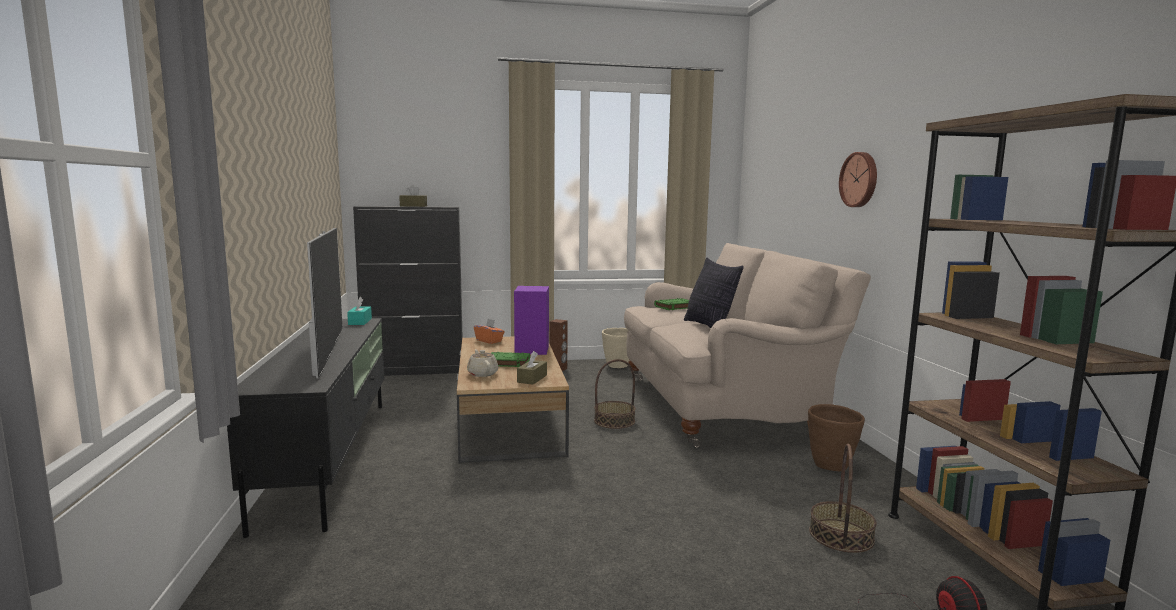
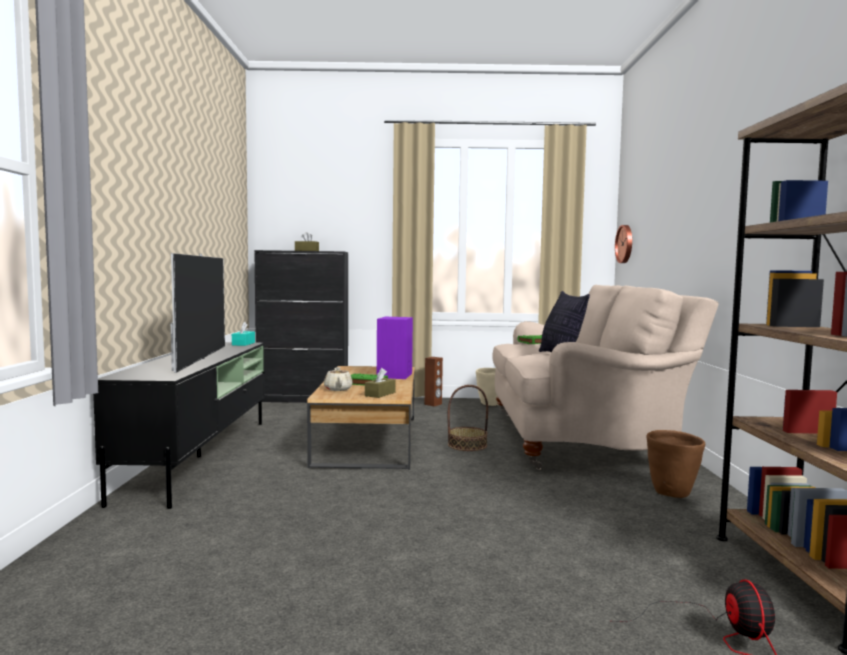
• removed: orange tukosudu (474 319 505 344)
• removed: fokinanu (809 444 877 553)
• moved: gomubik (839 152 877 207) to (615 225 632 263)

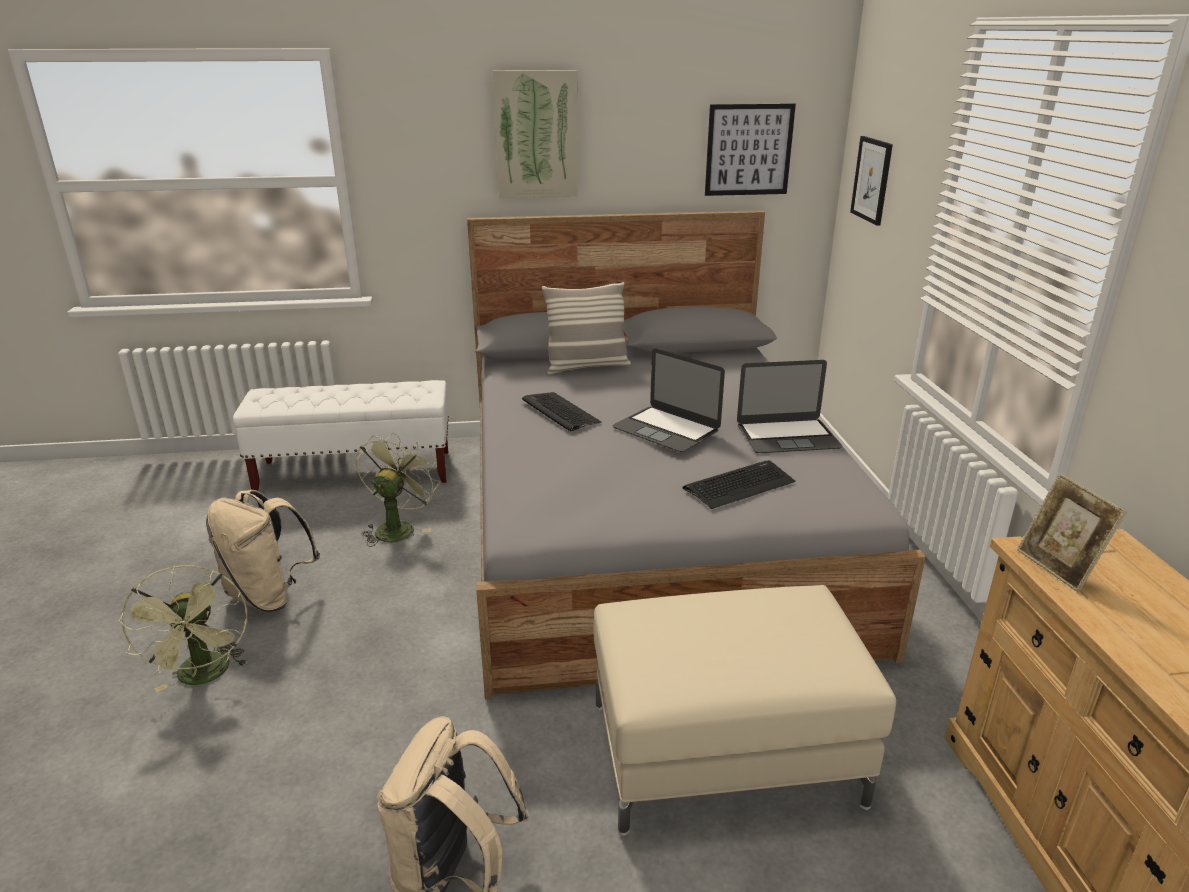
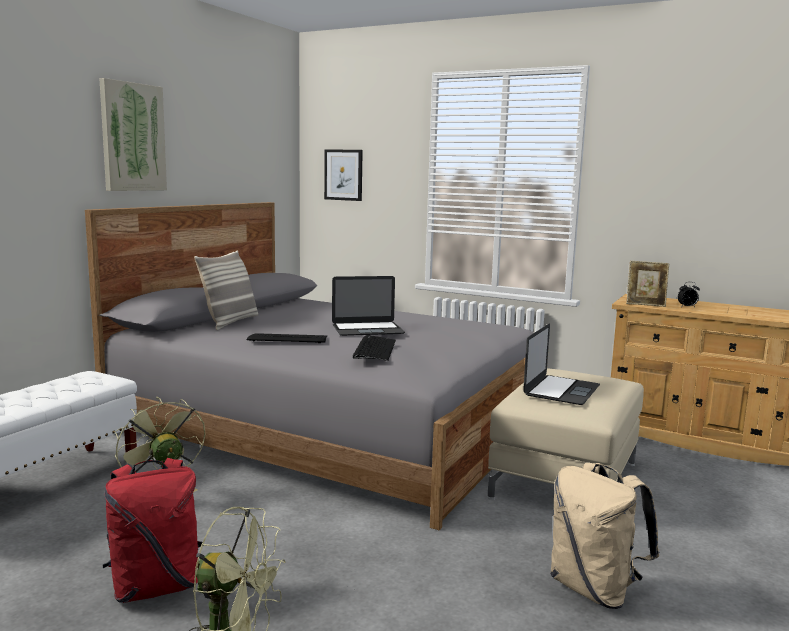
• recoloured: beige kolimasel (206 490 320 612) to red kolimasel (103 458 202 603)
• moved: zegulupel (683 460 795 509) to (353 335 396 361)
• removed: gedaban (705 104 796 196)
• moved: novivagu (737 360 843 453) to (523 324 600 405)
• added: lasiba (678 282 700 307)

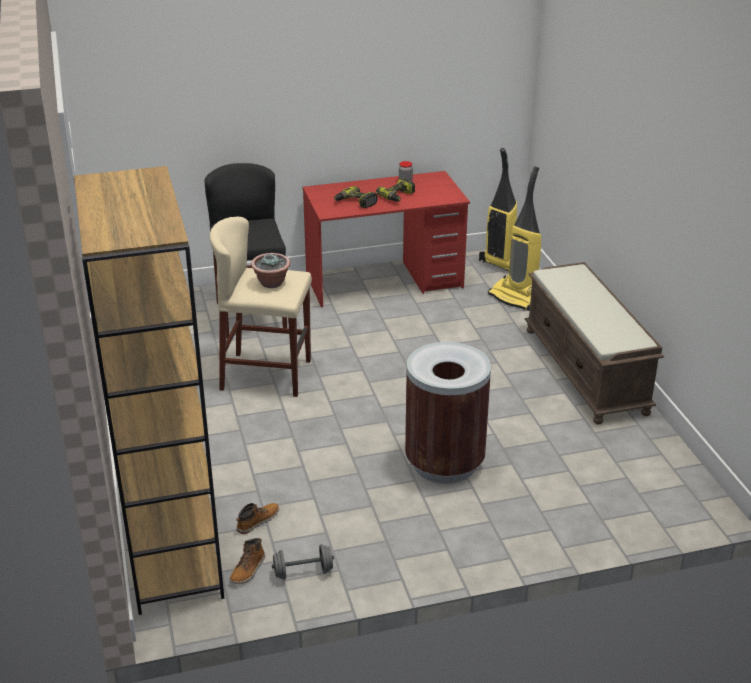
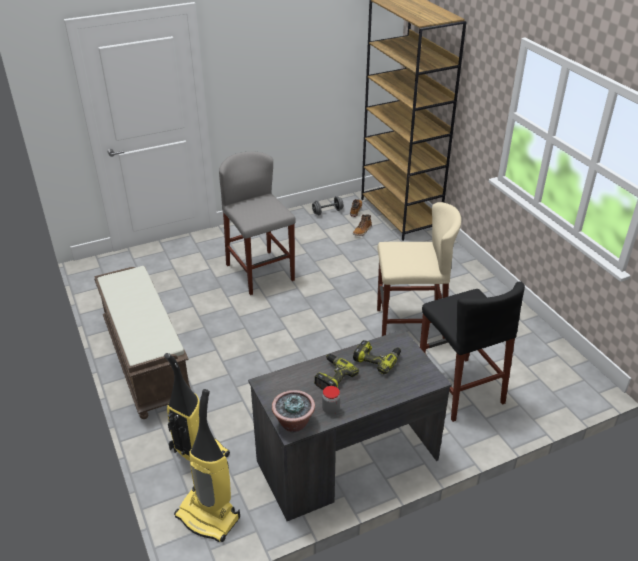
• moved: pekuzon (251 253 290 288) to (272 390 315 432)
• recoloured: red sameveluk (303 171 470 308) to grey sameveluk (248 329 452 521)
• replaced: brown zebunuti (405 342 491 484) to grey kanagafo (219 151 296 295)

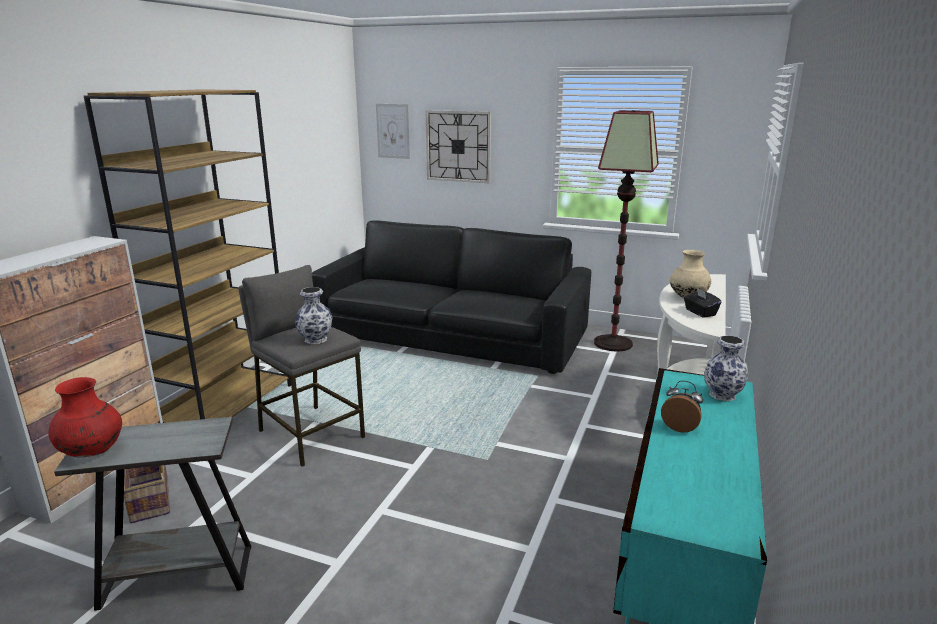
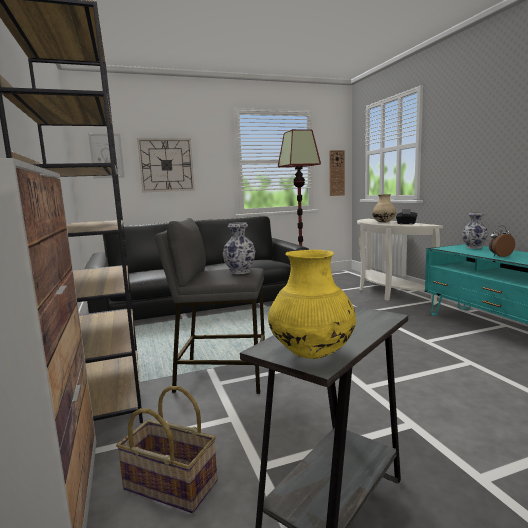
• recoloured: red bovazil (49 377 122 457) to yellow bovazil (268 250 356 359)
• added: gomubik (329 150 345 196)

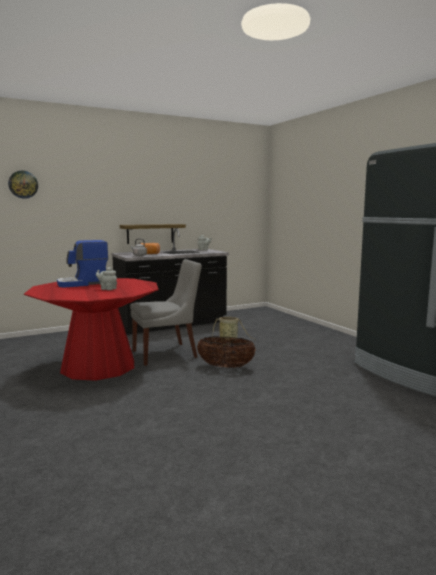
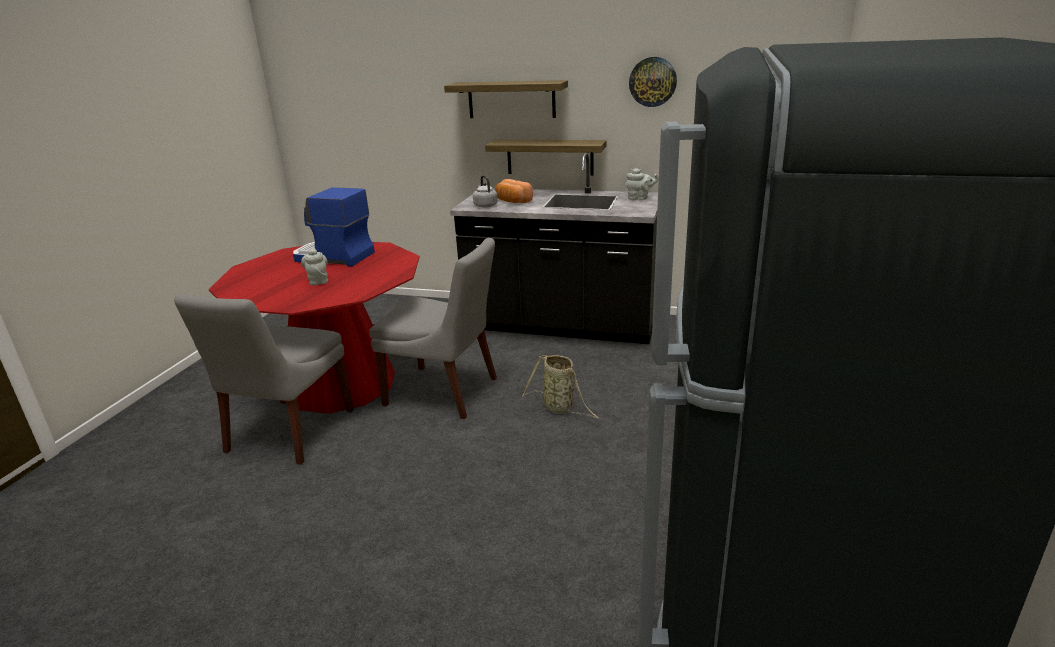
• moved: gomubik (8 171 38 199) to (629 57 677 107)
• removed: fokinanu (197 336 256 368)
• added: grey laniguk (174 294 354 465)
• added: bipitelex (444 80 568 118)

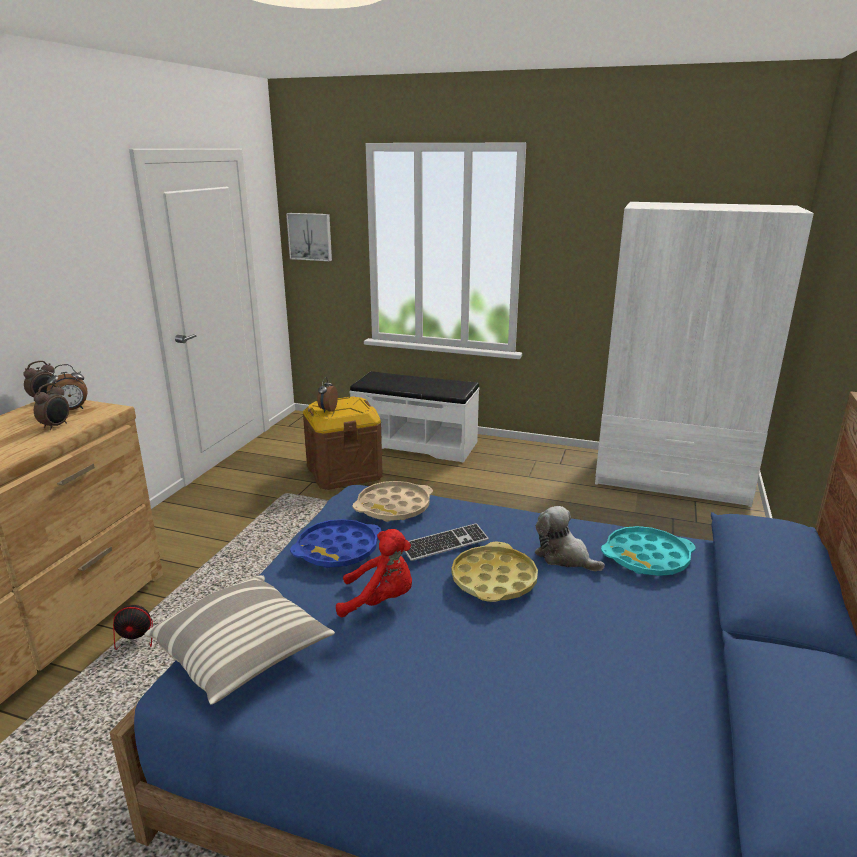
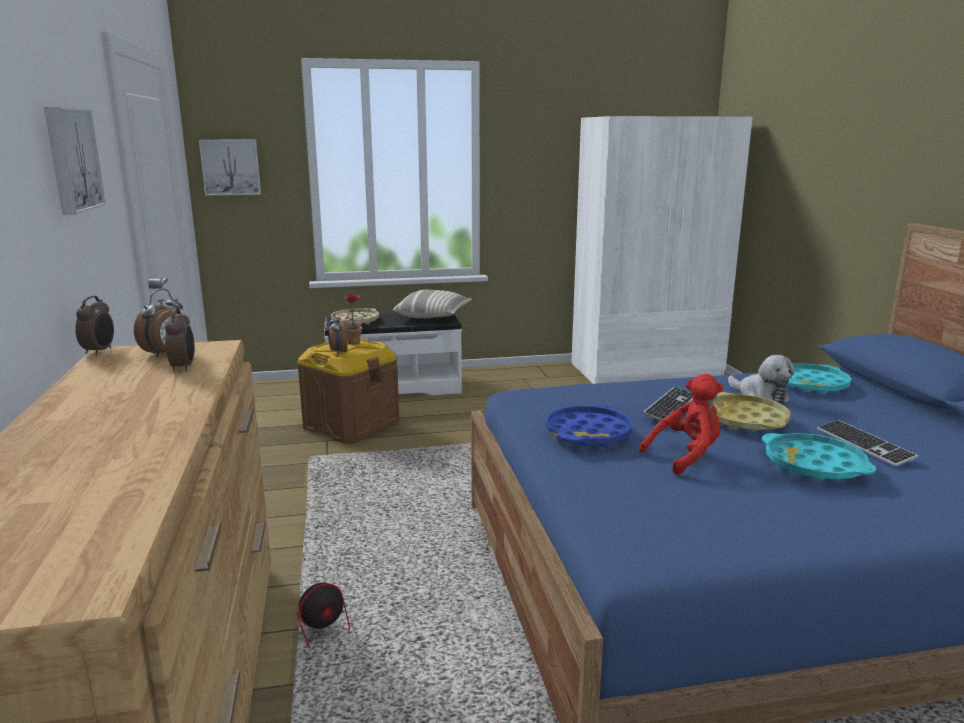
• moved: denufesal (145 575 335 705) to (393 290 472 318)
• moved: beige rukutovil (353 481 433 522) to (331 308 379 326)
• turned: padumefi (535 506 605 572) = (728 355 795 404) 135 degrees counterclockwise
• added: gedaban (44 107 106 215)
• added: pekuzon (336 294 371 345)
• added: turquoise rukutovil (762 433 876 481)
• added: zegulupel (817 420 918 466)

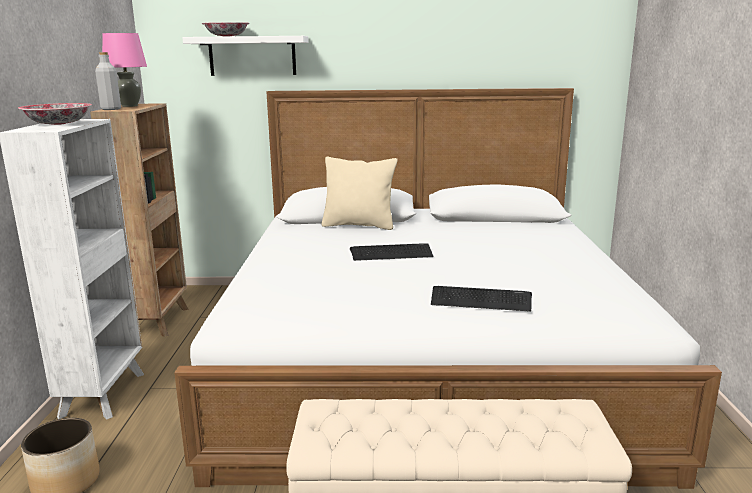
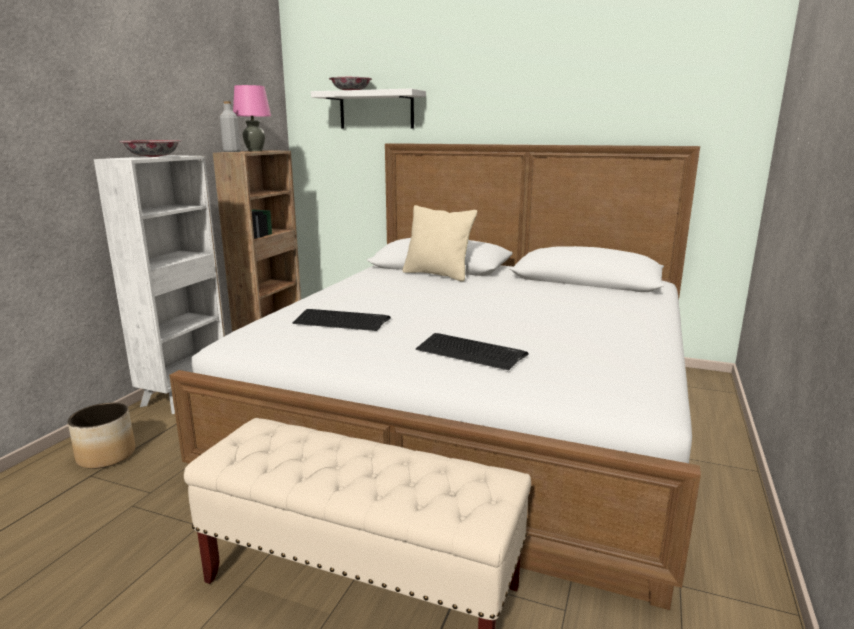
• moved: zegulupel (350 243 433 261) to (293 309 391 331)

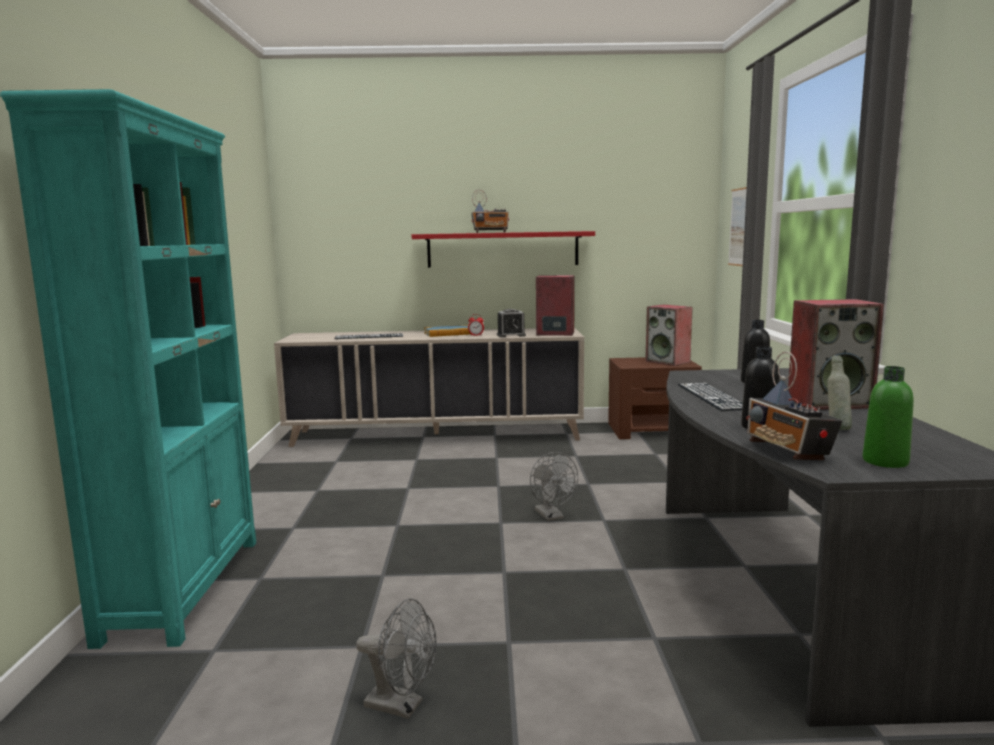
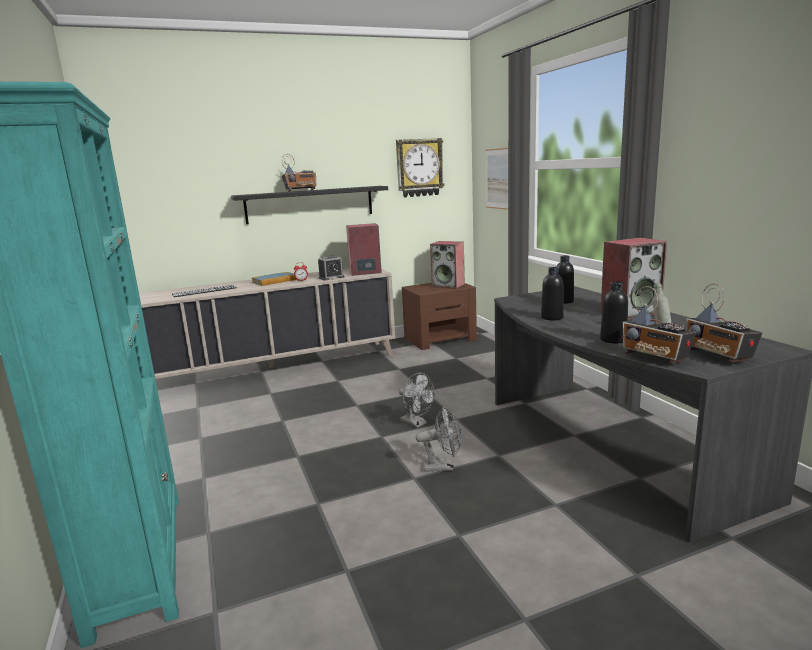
• moved: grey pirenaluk (356 599 436 719) to (416 407 462 472)
• recoloured: red bipitelex (412 231 595 268) to black bipitelex (231 186 388 224)
• replaced: zegulupel (678 383 743 411) to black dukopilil (541 267 564 320)
• replaced: green dukopilil (862 366 914 468) to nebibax (686 283 763 363)
• added: gomubik (396 138 445 197)

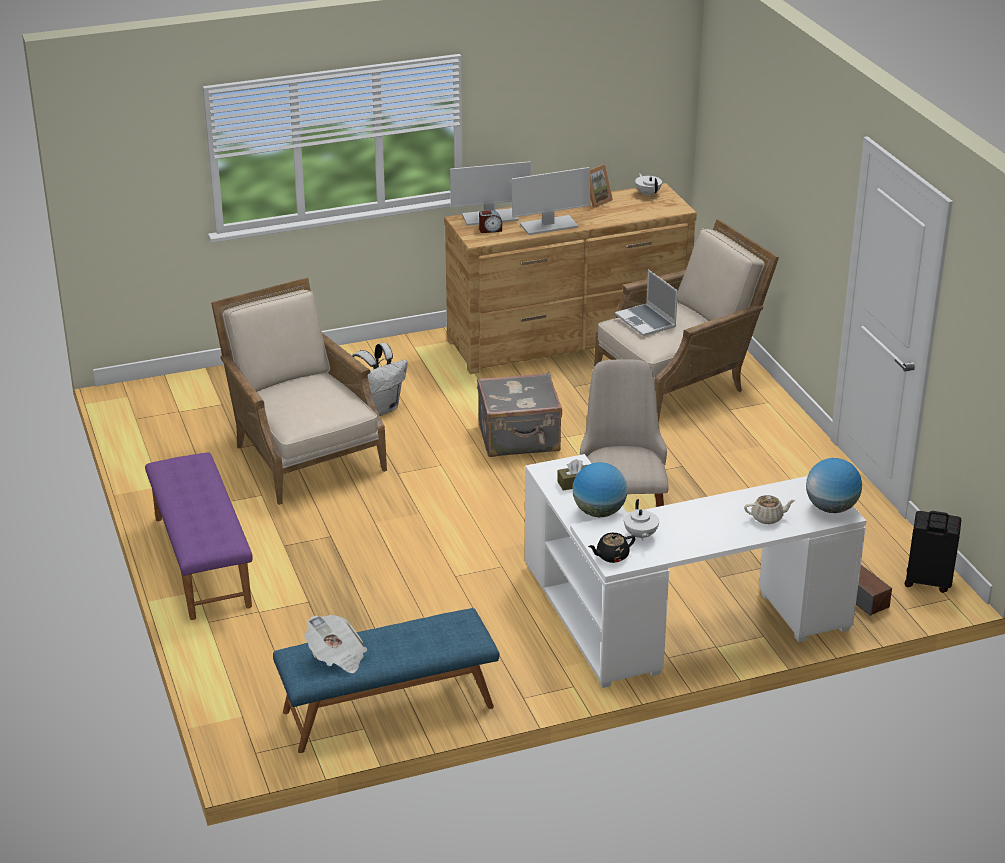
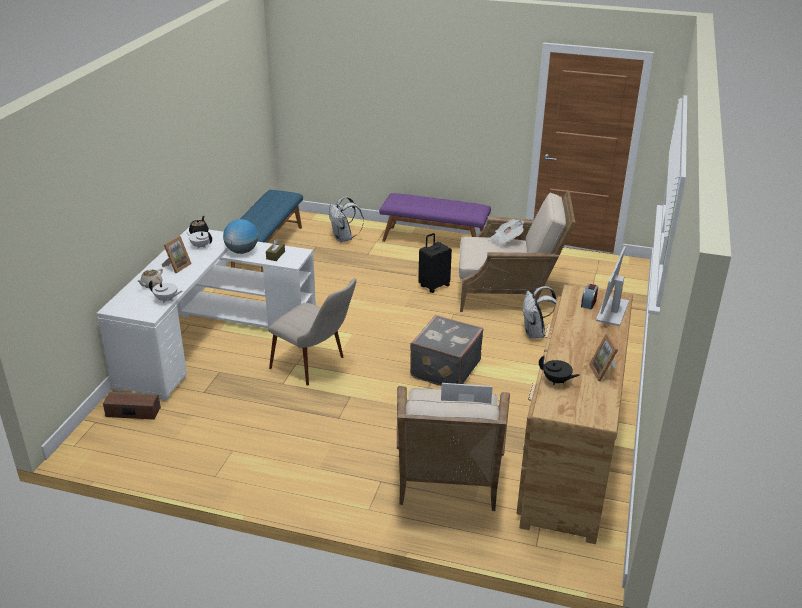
• moved: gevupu (304 615 367 673) to (489 219 524 245)
• removed: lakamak (511 167 590 235)
• moved: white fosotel (635 173 662 197) to (149 280 182 303)
• removed: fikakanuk (806 458 862 513)
• moved: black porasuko (905 511 961 593) to (418 233 452 293)
• added: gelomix (162 236 192 273)
• added: white kolimasel (329 197 364 242)
• added: black fosotel (539 355 580 385)

